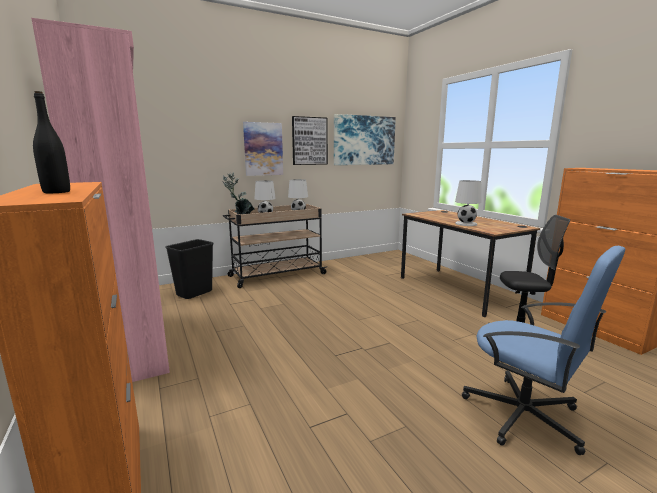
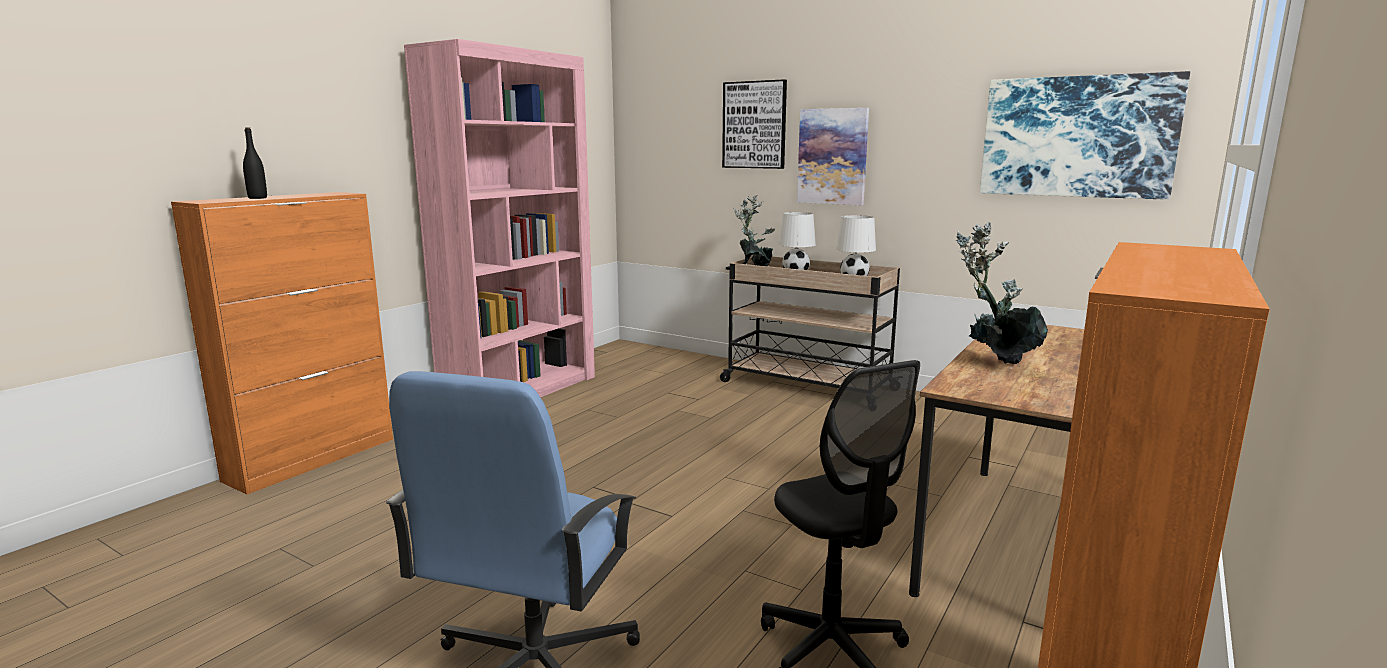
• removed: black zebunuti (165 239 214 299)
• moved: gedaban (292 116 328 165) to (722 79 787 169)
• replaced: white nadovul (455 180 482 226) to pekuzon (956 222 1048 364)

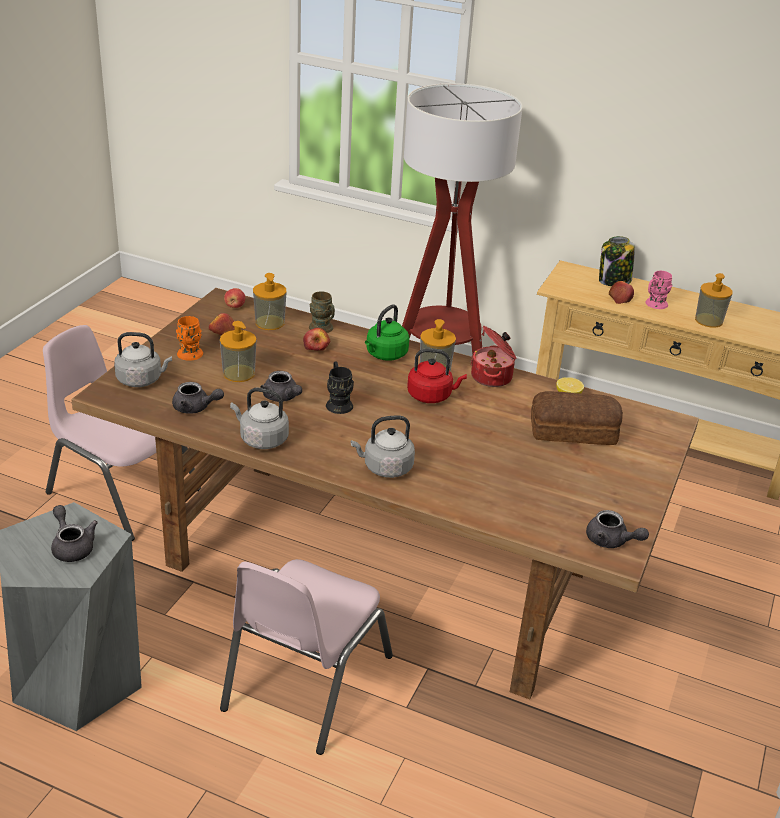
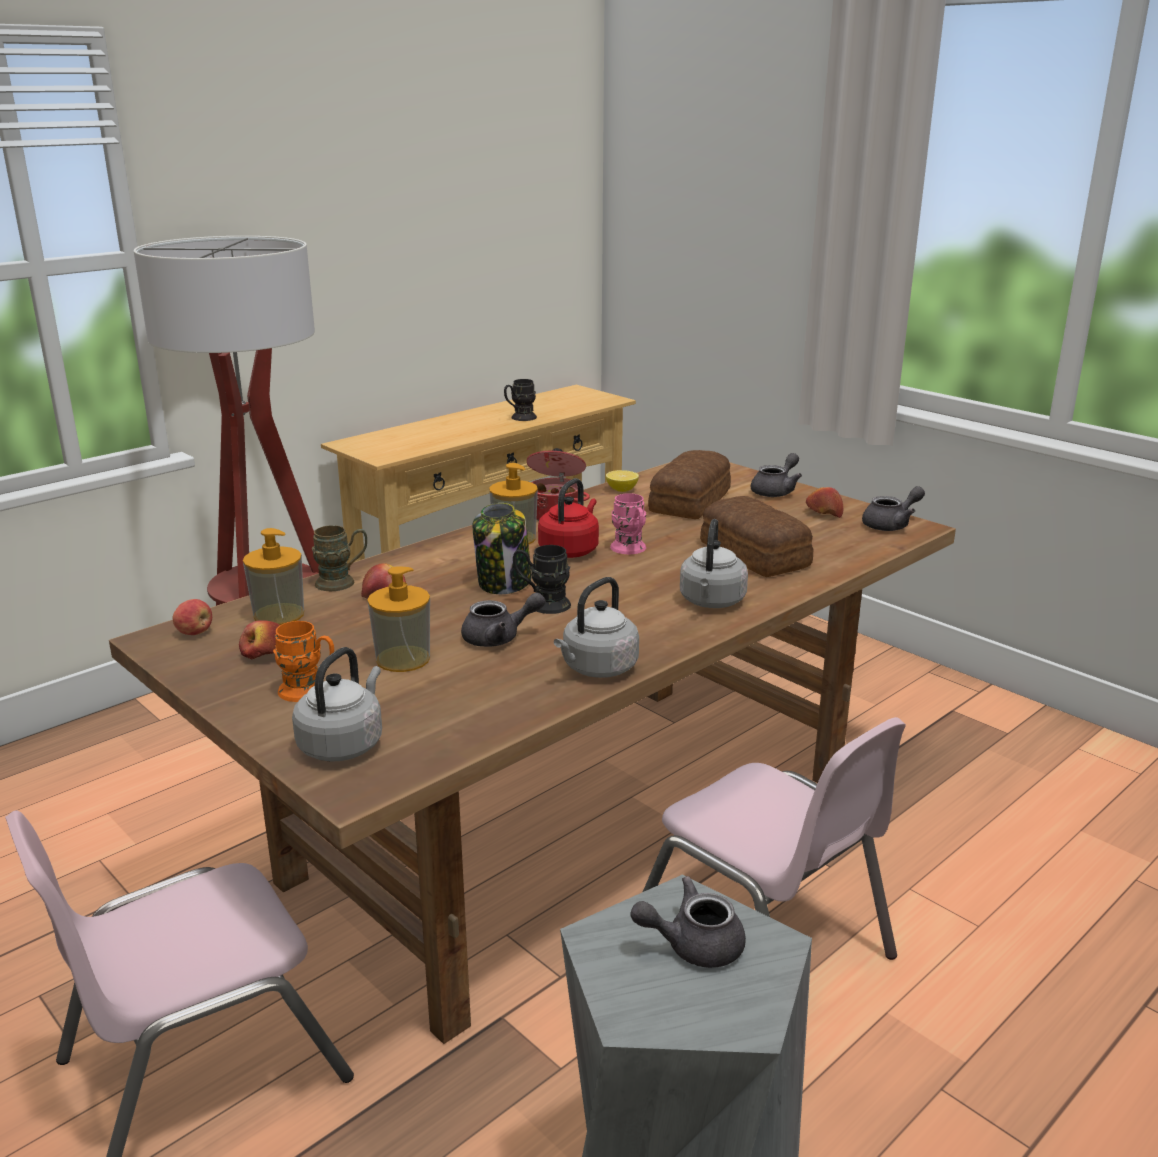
• moved: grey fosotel (172 382 224 414) to (751 453 802 497)
• removed: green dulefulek (365 304 409 361)
• moved: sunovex (599 236 635 286) to (473 503 531 594)
• moved: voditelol (609 281 634 304) to (806 487 843 518)
• moved: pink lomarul (645 271 672 309) to (610 493 646 554)
• replaced: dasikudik (695 273 733 327) to black lomarul (504 379 537 421)
• added: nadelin (700 496 813 577)

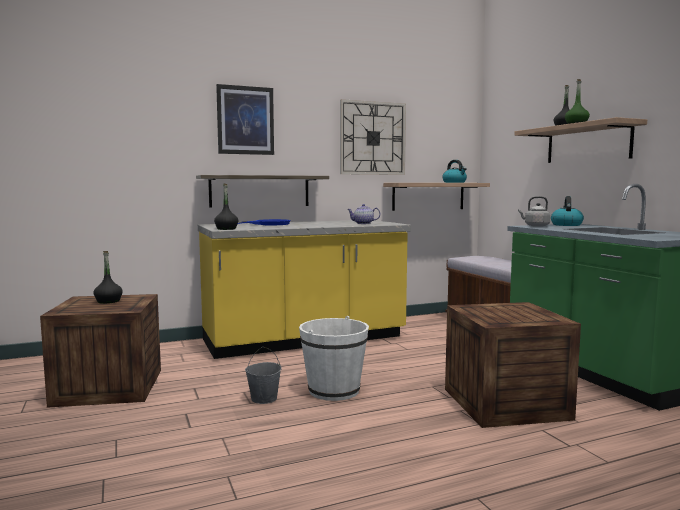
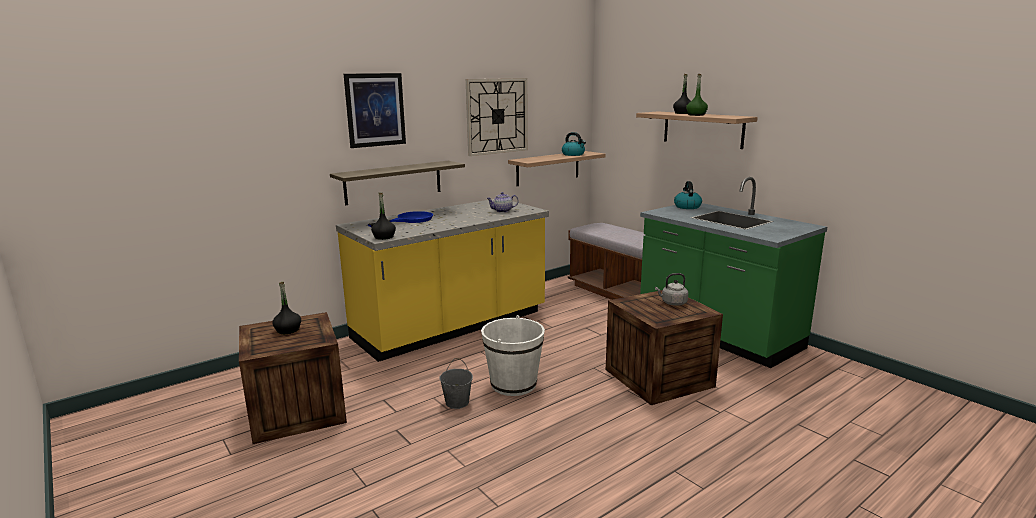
• moved: grey dulefulek (518 196 551 227) to (655 273 688 306)

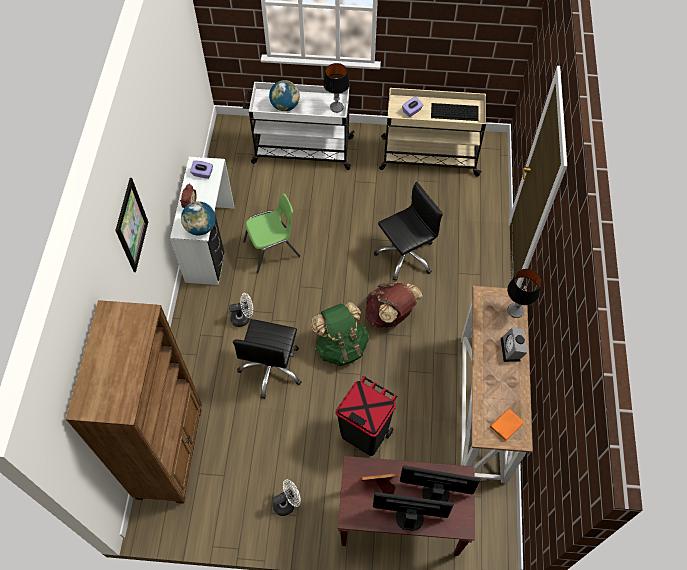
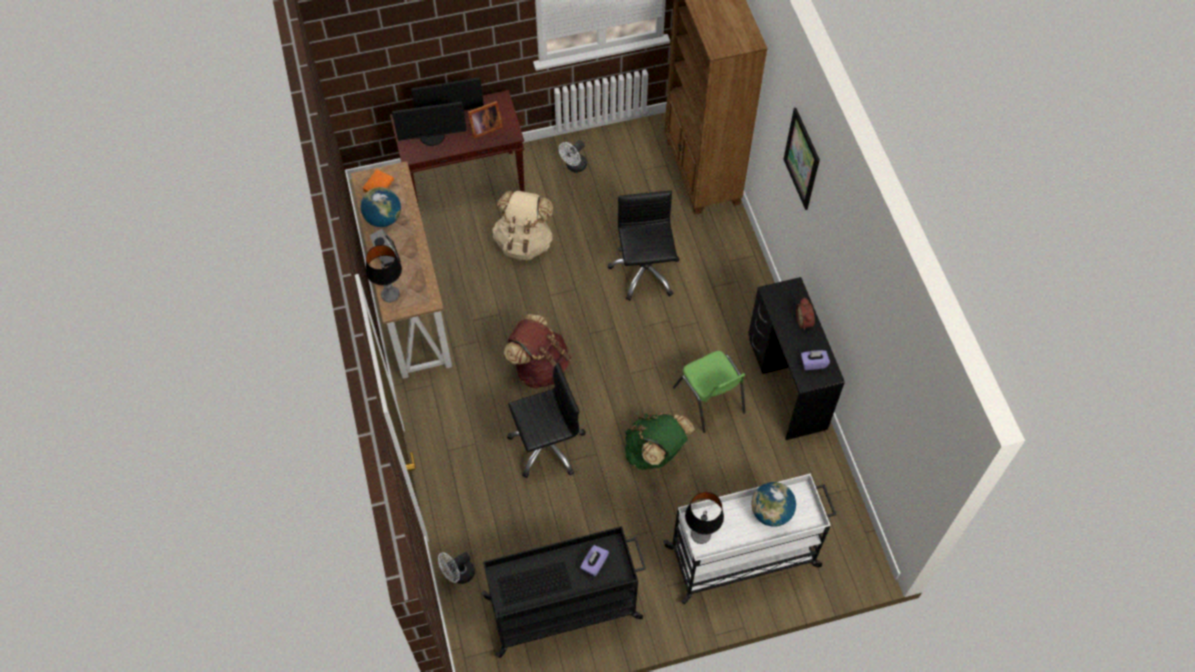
• recoloured: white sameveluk (170 157 235 285) to black sameveluk (748 277 845 440)
• moved: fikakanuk (181 201 216 236) to (361 187 401 227)
• moved: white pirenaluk (229 293 253 327) to (438 552 475 584)
• turned: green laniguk (243 194 300 273) = (673 351 746 433) 75 degrees counterclockwise
• moved: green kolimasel (311 302 369 366) to (625 413 695 470)
• replaced: black zebunuti (336 376 397 456) to beige kolimasel (492 191 553 260)
• turned: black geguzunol (374 182 443 281) = (507 363 586 478) 150 degrees counterclockwise
• recoloured: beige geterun (379 88 486 177) to black geterun (481 526 646 658)

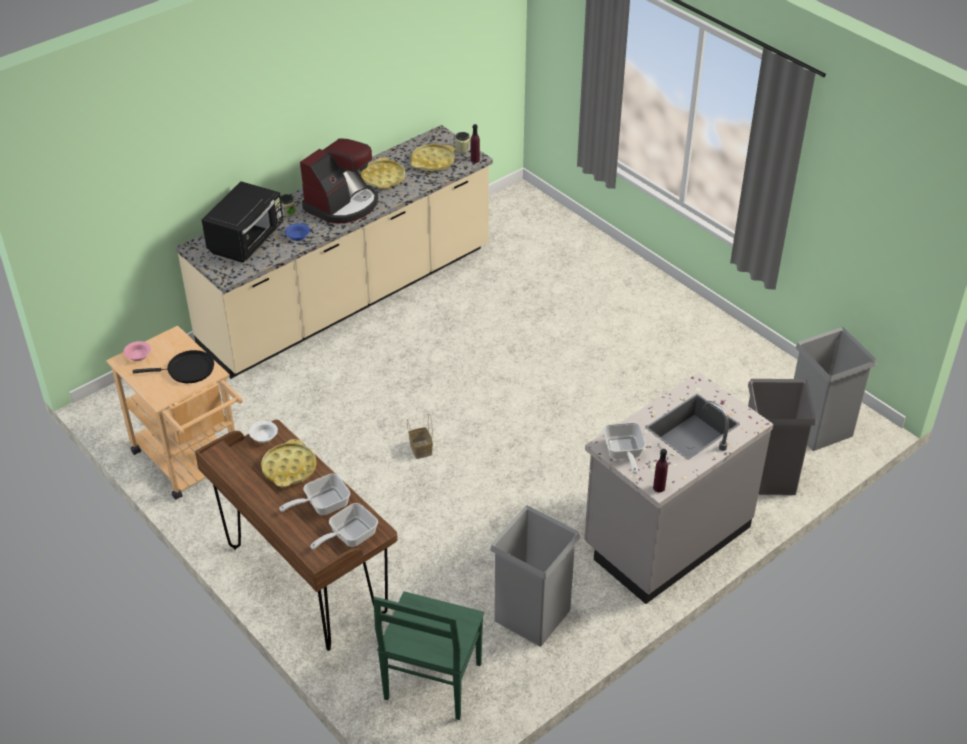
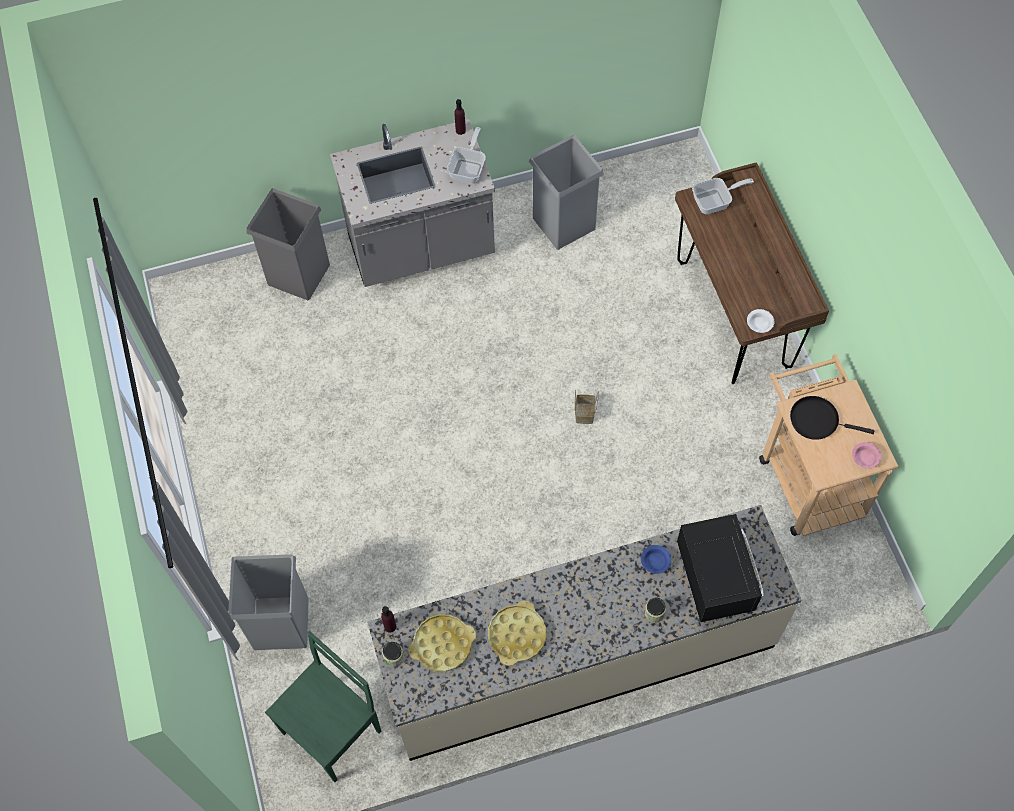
• turned: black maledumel (202 181 283 263) = (677 514 764 622) 120 degrees clockwise
• removed: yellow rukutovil (261 439 317 487)
• removed: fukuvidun (279 474 350 515)
• removed: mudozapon (300 138 378 223)
• moved: green laniguk (373 591 484 720) to (265 631 382 782)
• moved: grey zebunuti (794 327 876 451) to (228 554 309 650)

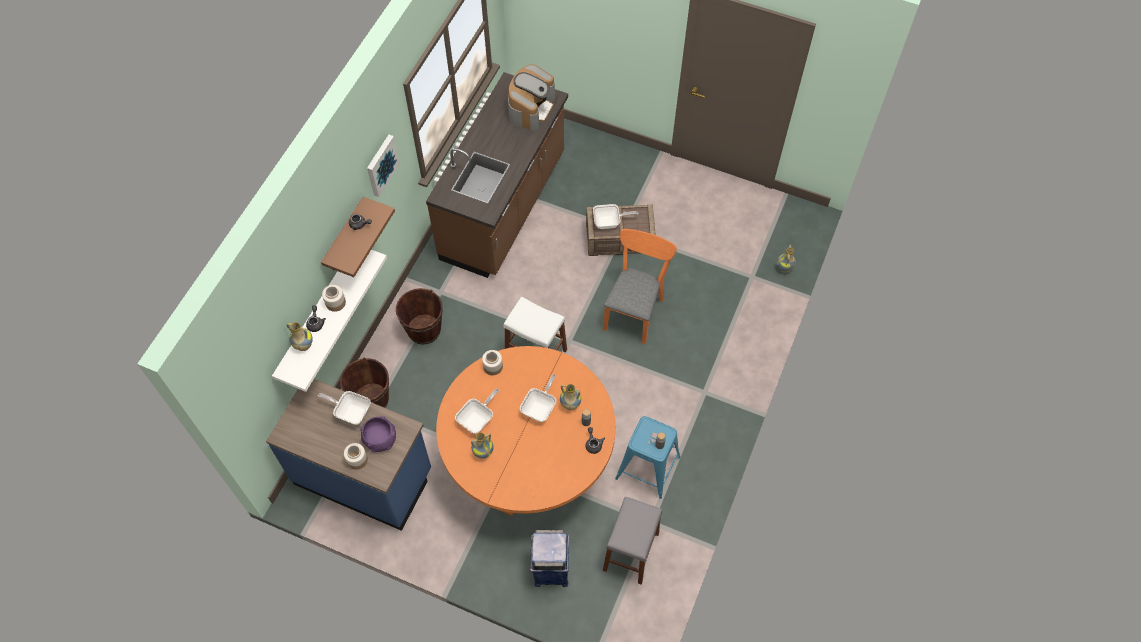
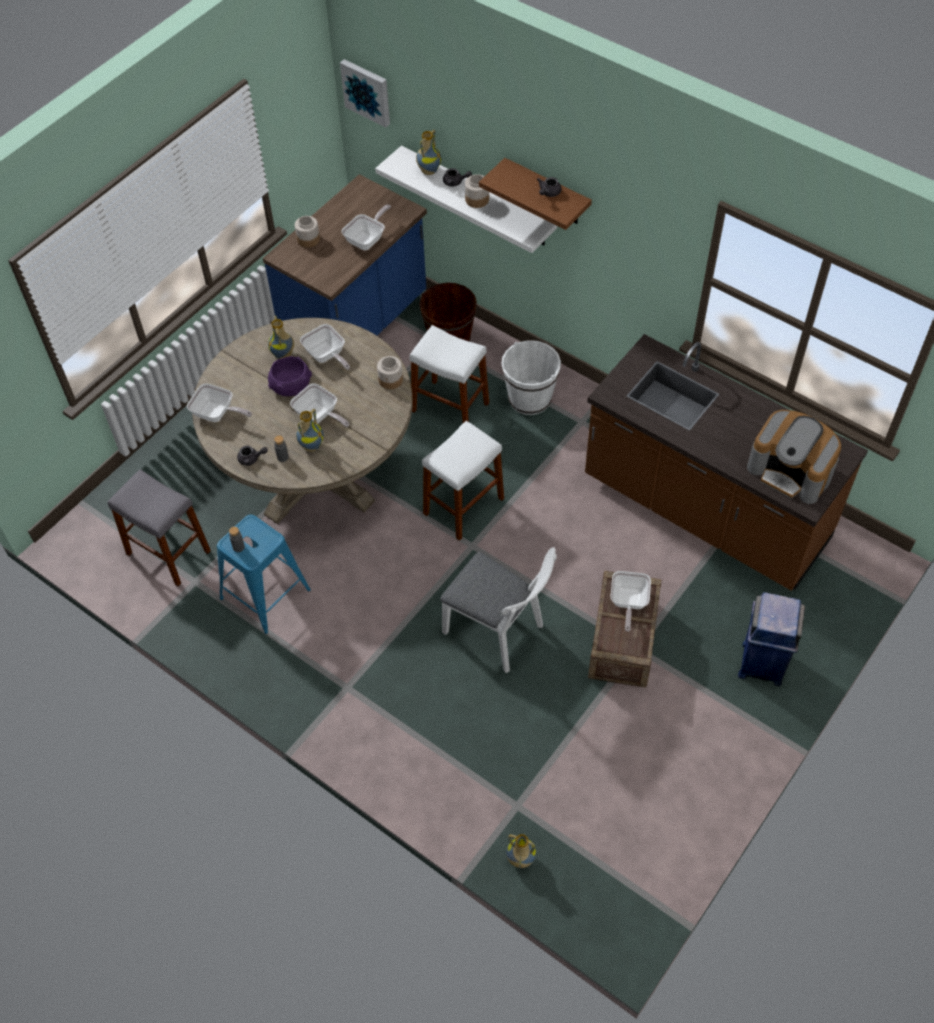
• moved: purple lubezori (360 416 396 452) to (268 356 312 396)
• moved: gedaban (367 135 400 197) to (340 59 390 127)
• recoloured: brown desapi (396 288 443 345) to white desapi (502 340 561 415)
• recoloured: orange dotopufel (436 346 616 516) to beige dotopufel (192 318 413 524)
• moved: blue zebunuti (530 530 569 587) to (738 592 805 686)
• recoloured: orange laniguk (603 229 677 344) to white laniguk (440 547 557 673)
• added: fukuvidun (187 383 252 422)
• added: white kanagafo (409 325 489 423)

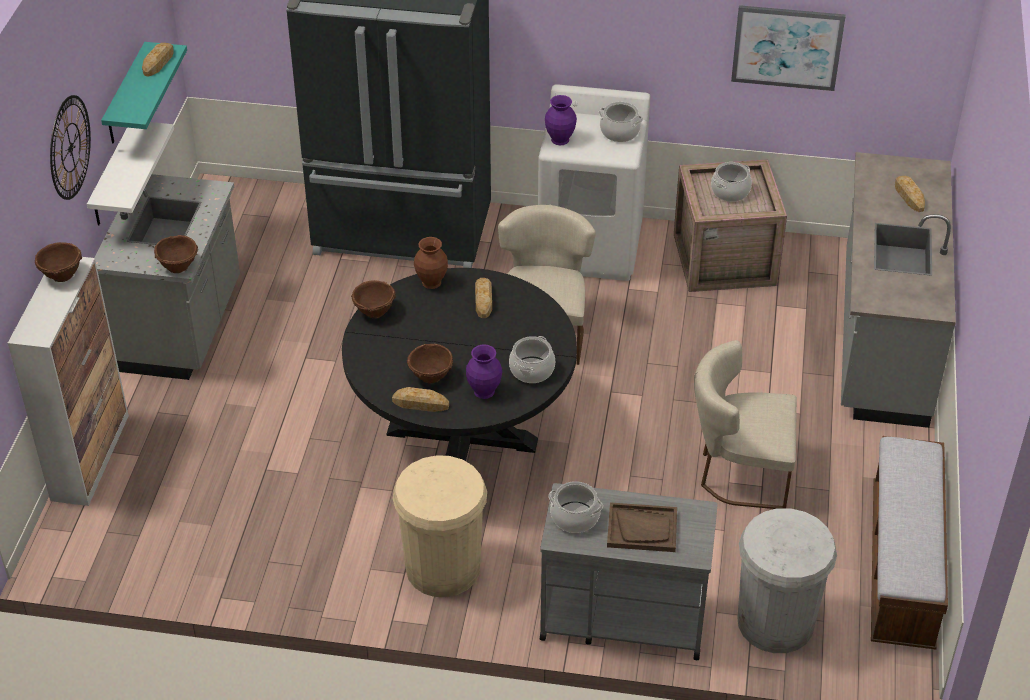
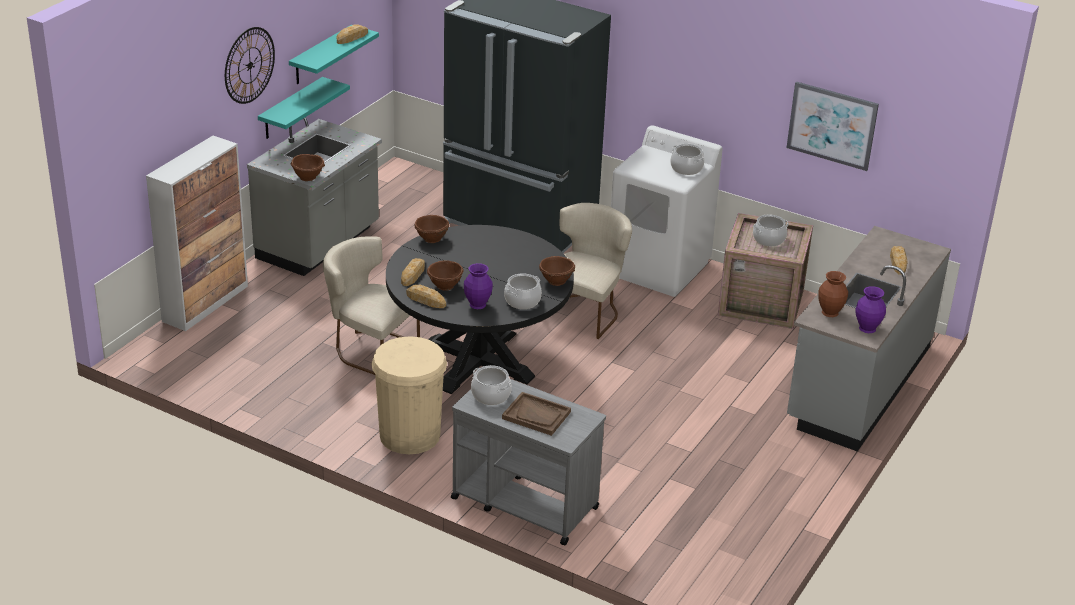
• moved: brown lubezori (34 242 82 282) to (539 256 575 286)
• recoloured: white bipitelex (87 122 174 225) to turquoise bipitelex (258 77 350 139)
• moved: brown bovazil (414 237 448 289) to (818 271 848 317)
• moved: nadelin (475 278 492 318) to (401 258 425 286)
• moved: purple bovazil (545 95 577 145) to (856 286 886 333)
• moved: beige laniguk (694 340 797 509) to (323 236 420 375)
• removed: white zebunuti (737 508 837 653)
• removed: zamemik (871 436 948 649)

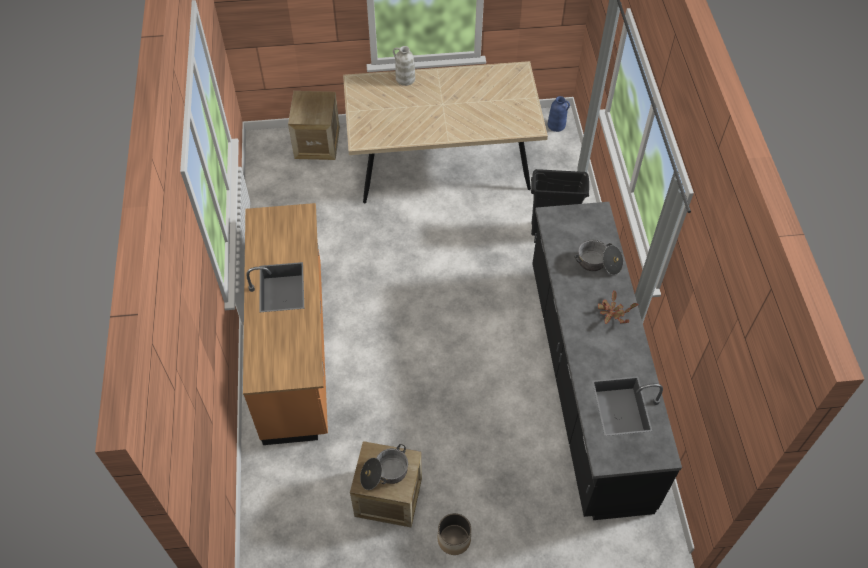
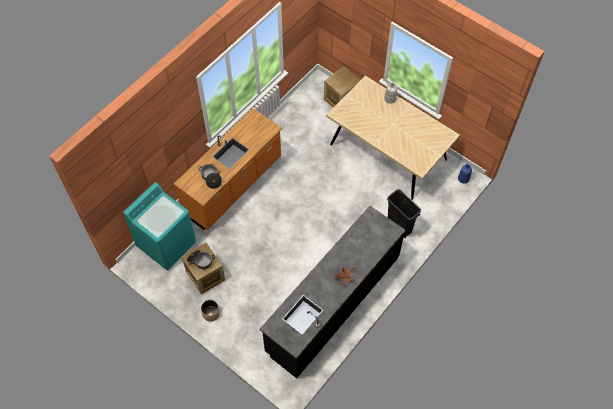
• moved: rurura (574 240 623 275) to (198 164 222 189)
• added: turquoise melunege (123 182 196 270)

